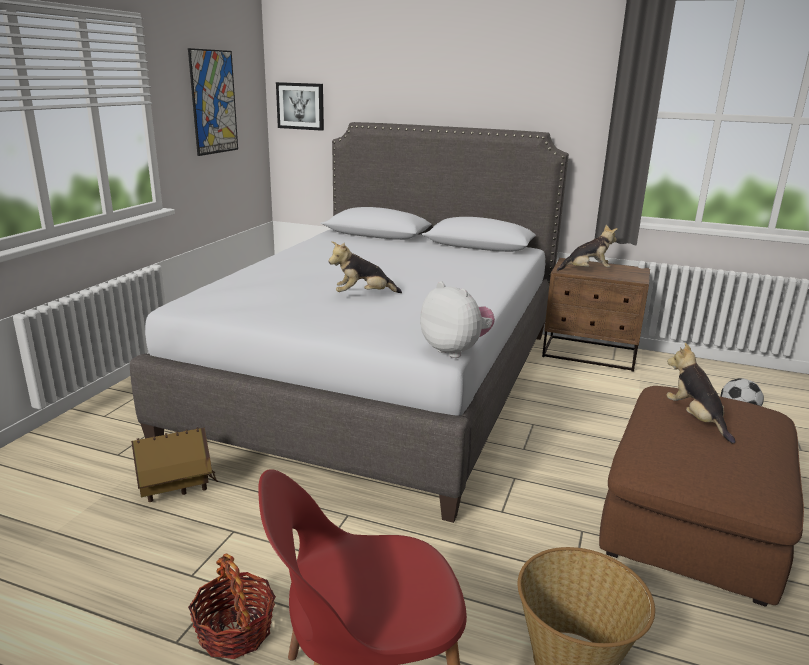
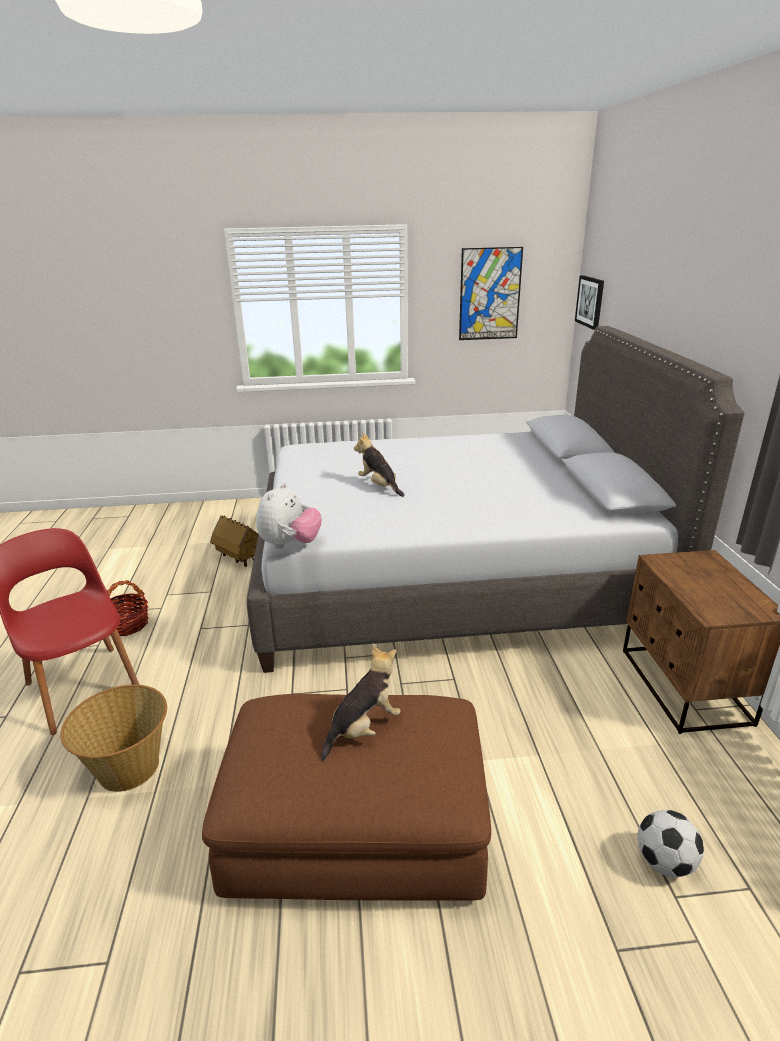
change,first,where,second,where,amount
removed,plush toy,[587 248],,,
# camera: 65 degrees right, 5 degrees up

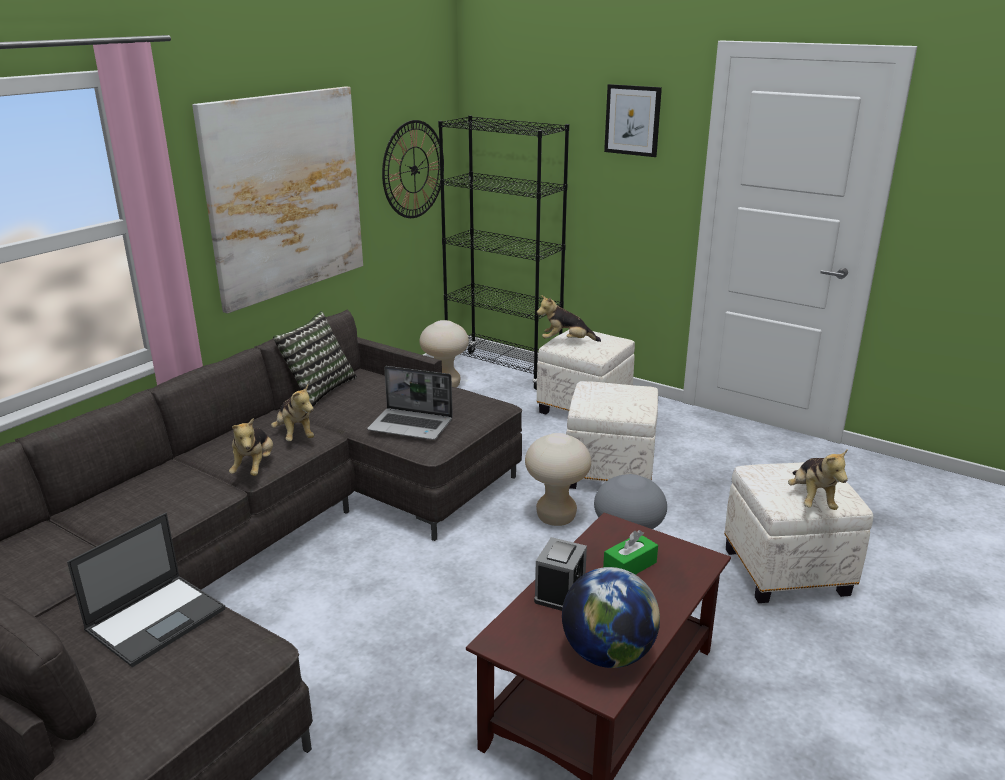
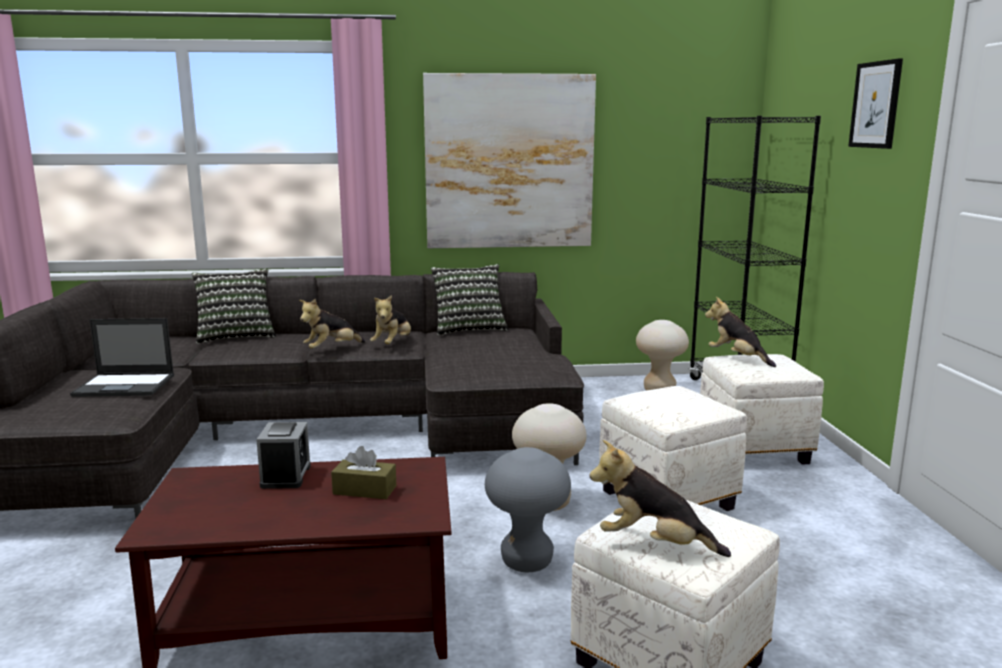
change,first,where,second,where,amount
removed,laptop,[410 403],,,
removed,wall clock,[413 169],,,
removed,globe,[611 617],,,
added,,,pillow,[234 306],
recoloured,tissue box in green,[630 552],tissue box in brown,[363 472],
turned,alarm clock,[560 574],,[283 455],75 degrees counterclockwise
turned,plush toy,[818 479],,[660 498],60 degrees clockwise
# camera: 50 degrees right, 10 degrees down

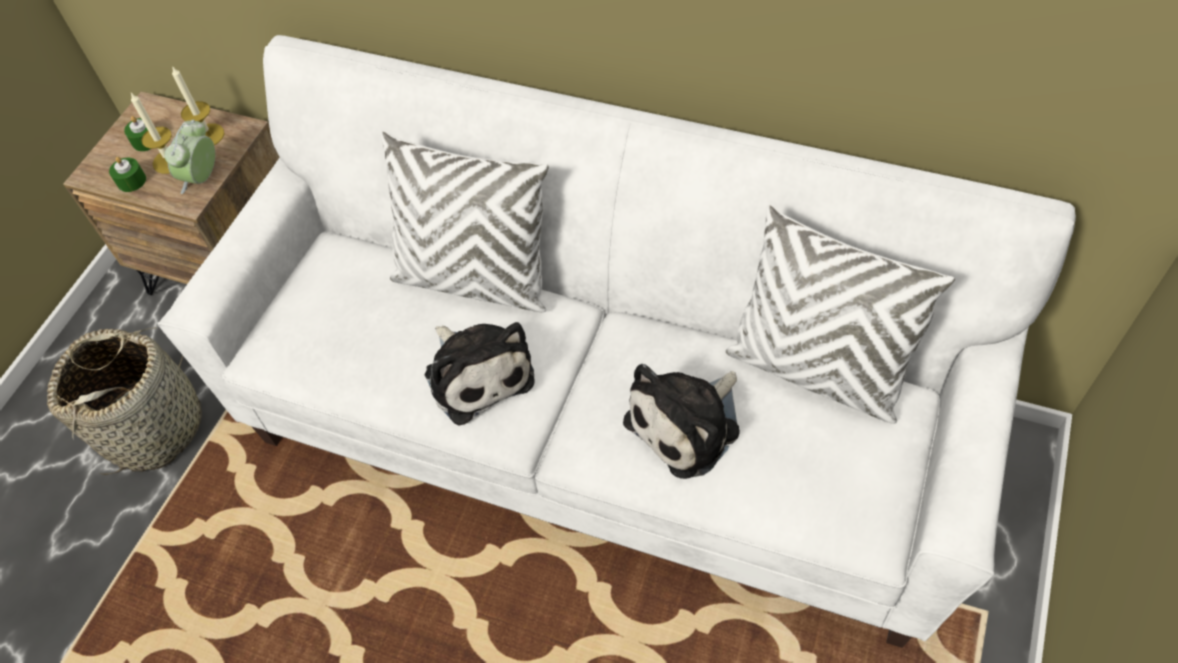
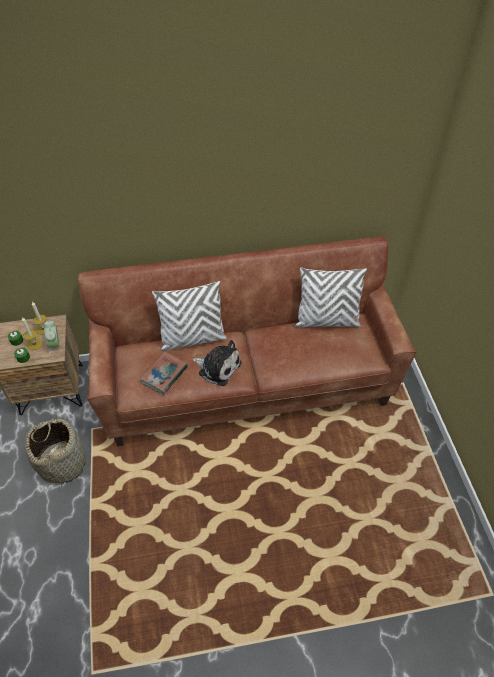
change,first,where,second,where,amount
removed,plush toy,[681 421],,,
added,,,book,[164 373],
recoloured,sofa in white,[616 341],sofa in brown,[247 341],
# camera: 35 degrees left, 5 degrees down

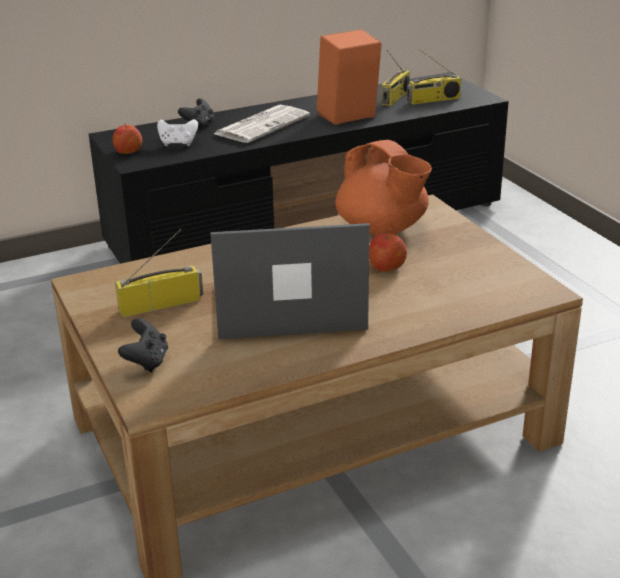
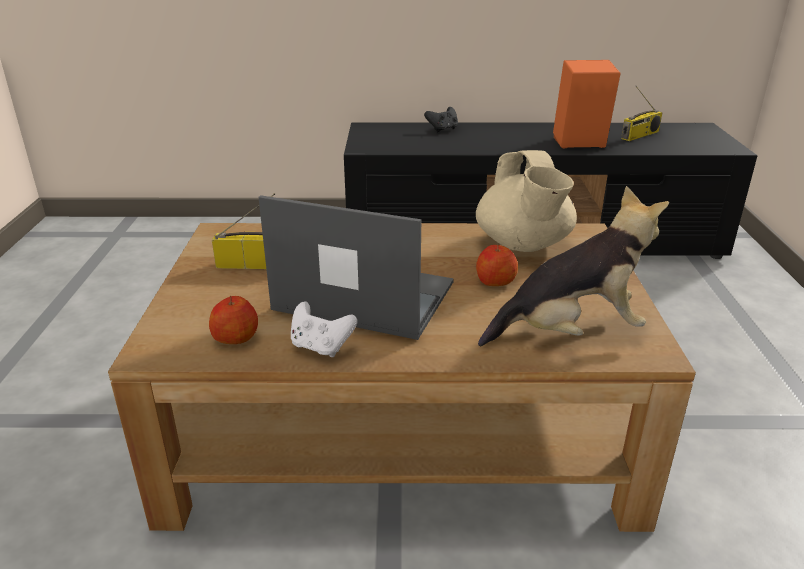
change,first,where,second,where,amount
removed,game controller in black,[143 345],,,
removed,newspaper,[262 124],,,
removed,radio,[434 77],,,
added,,,plush toy,[573 266],
moved,apple,[127 139],,[233 320],
moved,game controller in white,[177 132],,[324 329],
recoloured,teapot in orange,[383 188],teapot in beige,[526 201],
# camera: 25 degrees right, 0 degrees up

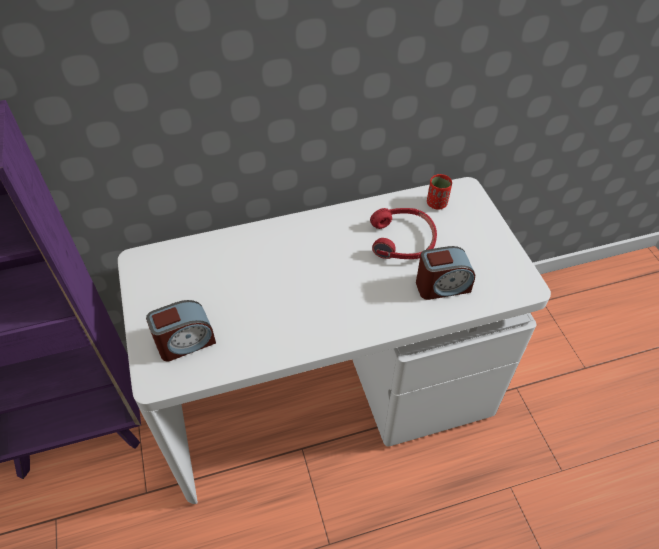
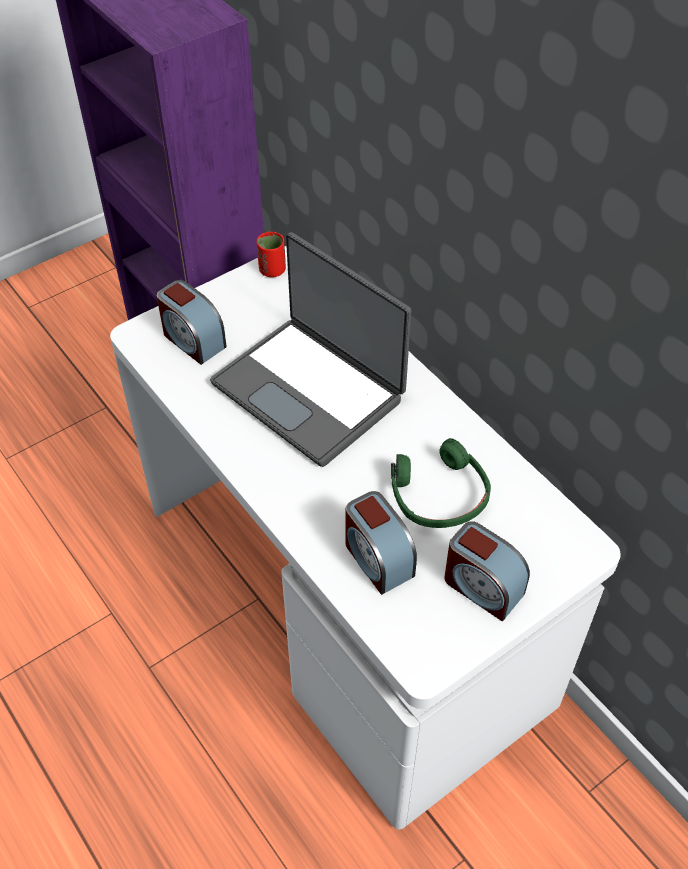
change,first,where,second,where,amount
added,,,laptop,[310 349],
added,,,alarm clock,[487 571],
moved,cup in red,[439 192],,[271 254],
recoloured,headphones in red,[403 233],headphones in green,[441 483],
# camera: 70 degrees right, 0 degrees up

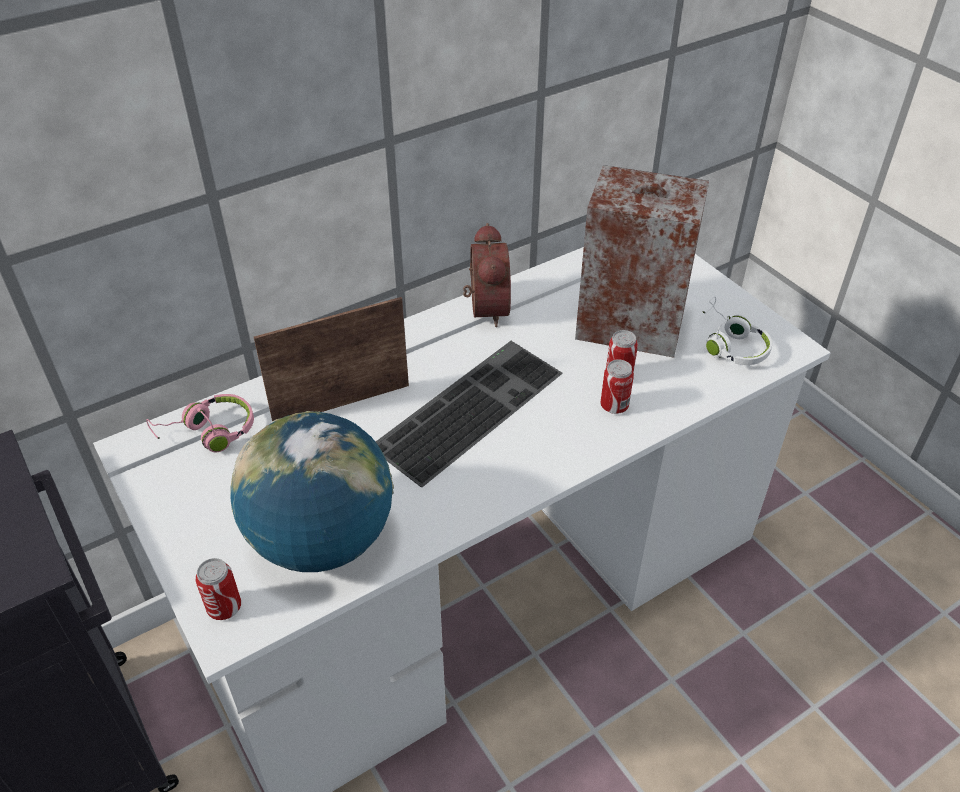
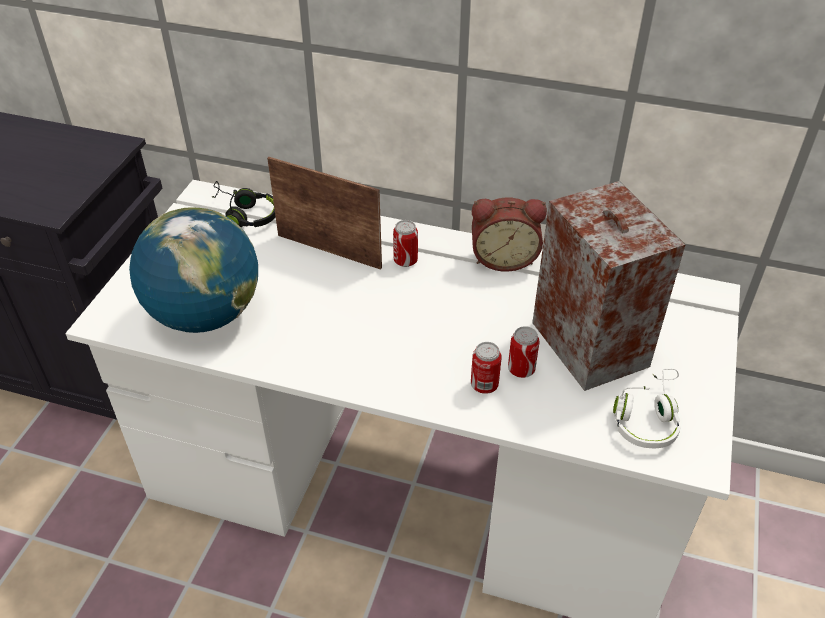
change,first,where,second,where,amount
removed,keyboard,[469 414],,,
moved,can,[218 589],,[405 243],
recoloured,headphones in pink,[200 423],headphones in black,[244 204],
turned,alarm clock,[487 275],,[509 235],45 degrees clockwise
# camera: 50 degrees right, 0 degrees up

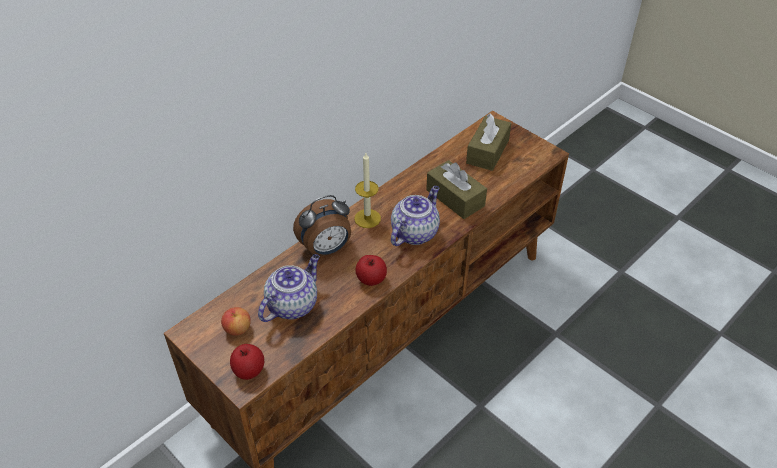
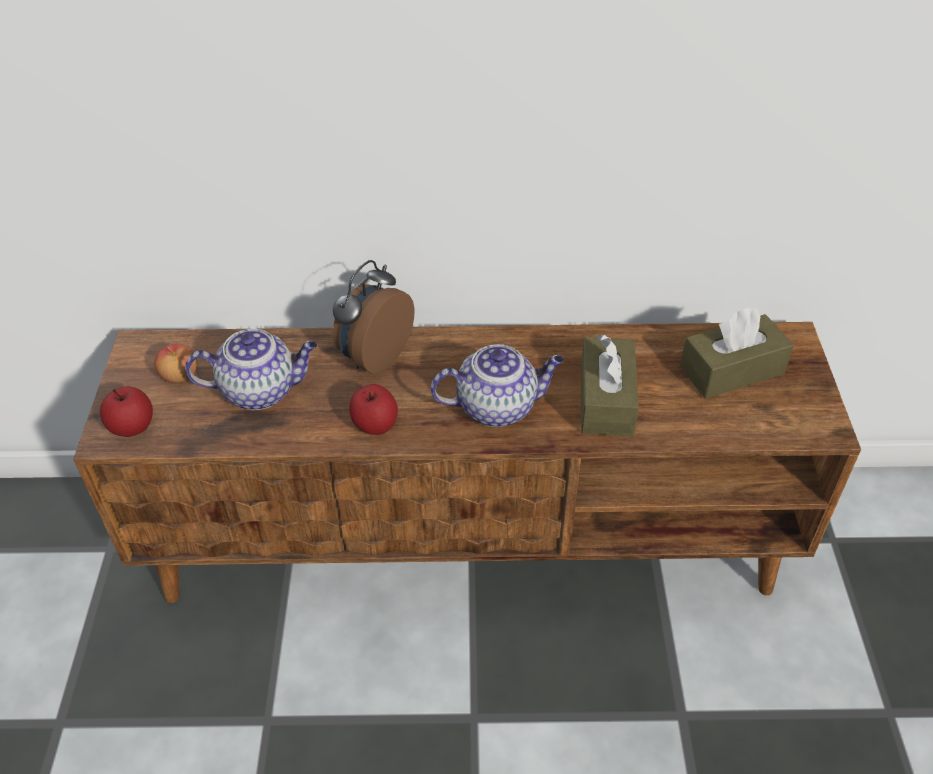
change,first,where,second,where,amount
removed,candle,[367 190],,,
turned,alarm clock,[322 225],,[374 316],105 degrees clockwise
# camera: 45 degrees right, 0 degrees up

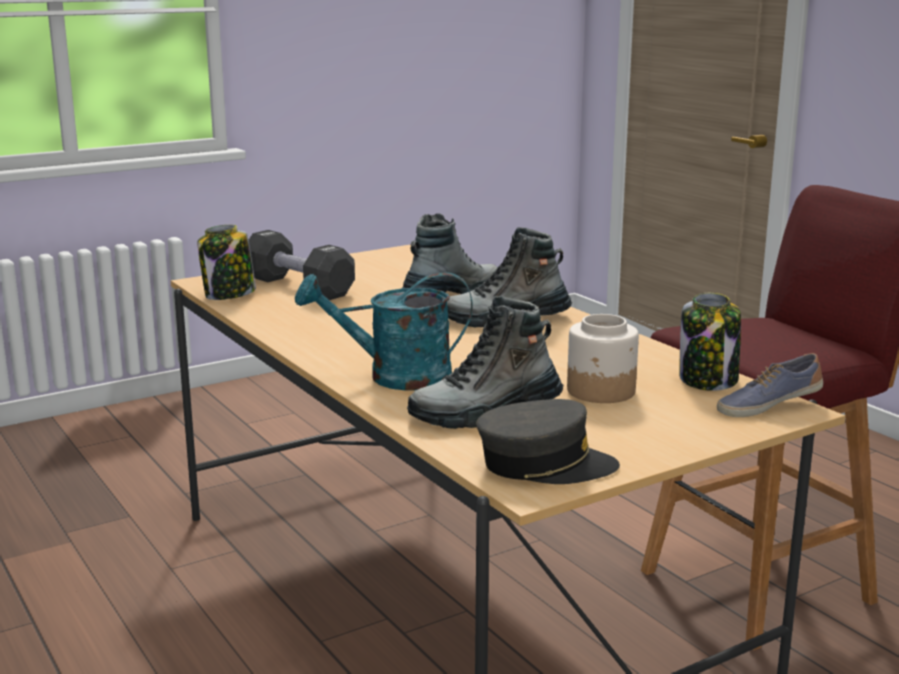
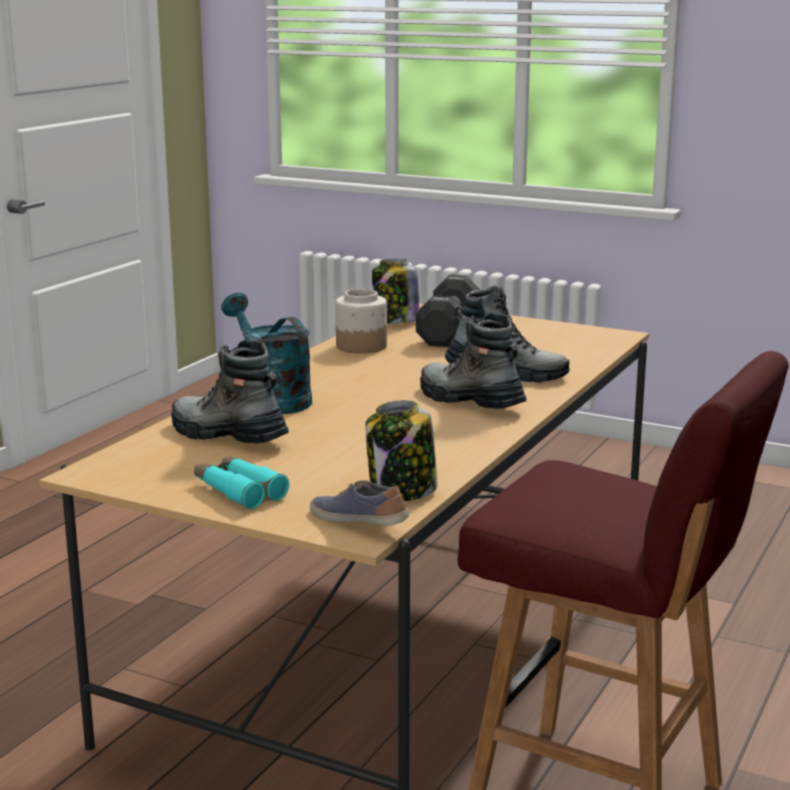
change,first,where,second,where,amount
removed,cap in grey,[548 441],,,
added,,,binoculars in turquoise,[241 482],
moved,jar,[603 358],,[361 321],
# camera: 60 degrees right, 0 degrees up

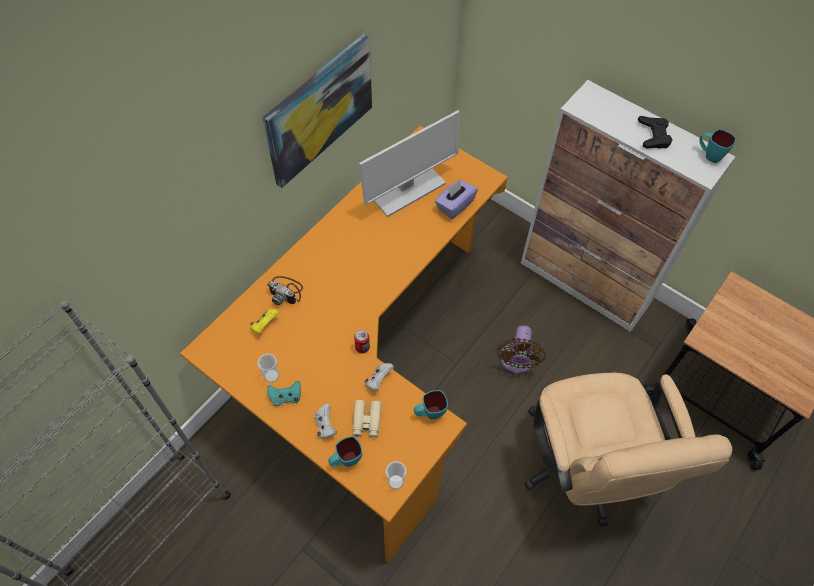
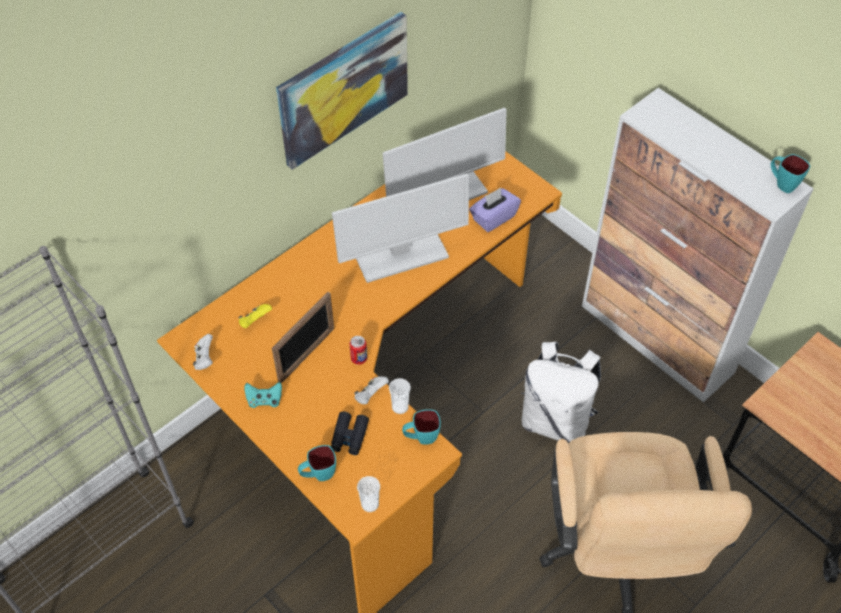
change,first,where,second,where,amount
removed,photo camera,[285 290],,,
removed,game controller in black,[655 132],,,
added,,,picture frame,[303 337],
added,,,monitor,[400 228],
moved,cup,[268 368],,[400 396],
moved,game controller in white,[325 421],,[203 352],
replaced,fan in brown,[521 349],backpack in white,[561 392],
recoloured,binoculars in beige,[367 419],binoculars in black,[350 433],
# camera: 10 degrees right, 5 degrees down

